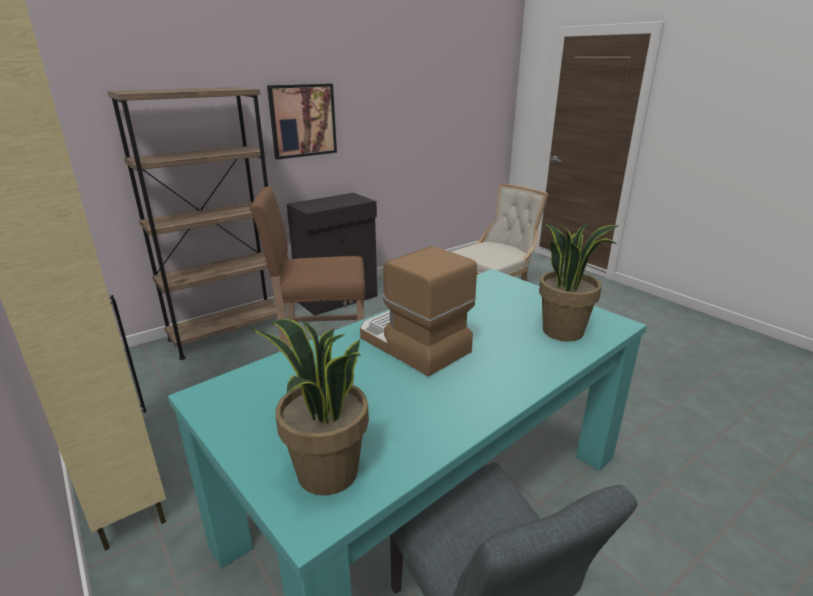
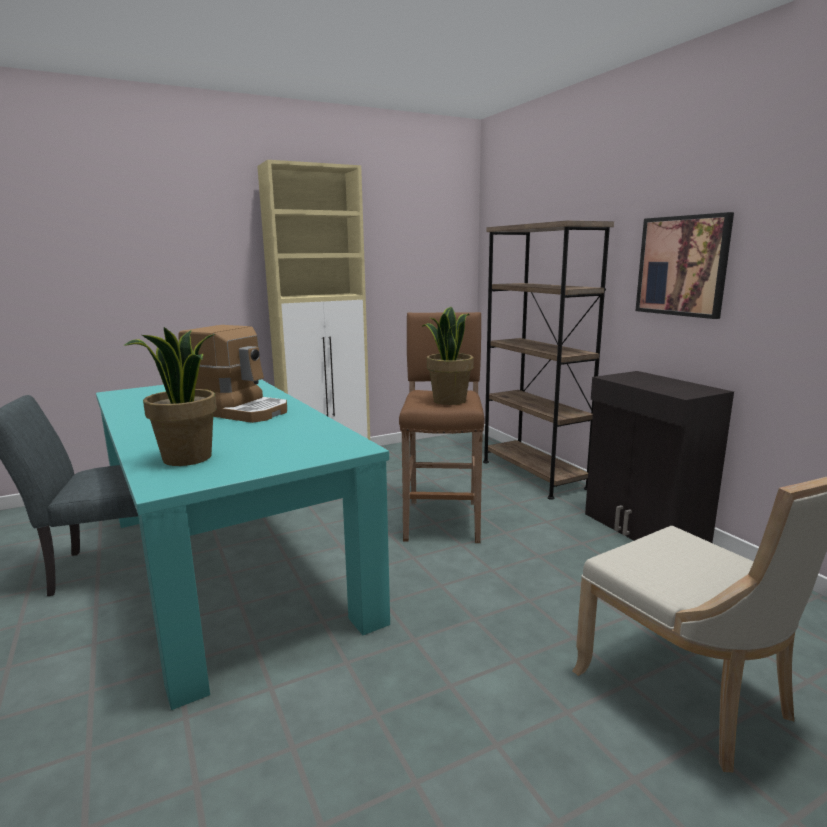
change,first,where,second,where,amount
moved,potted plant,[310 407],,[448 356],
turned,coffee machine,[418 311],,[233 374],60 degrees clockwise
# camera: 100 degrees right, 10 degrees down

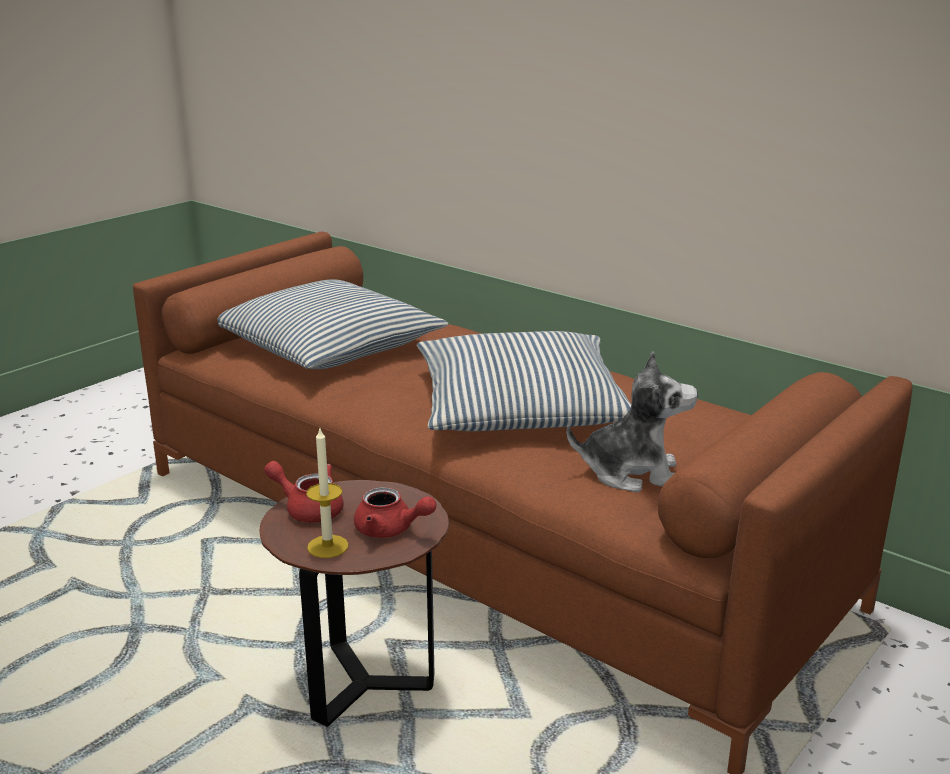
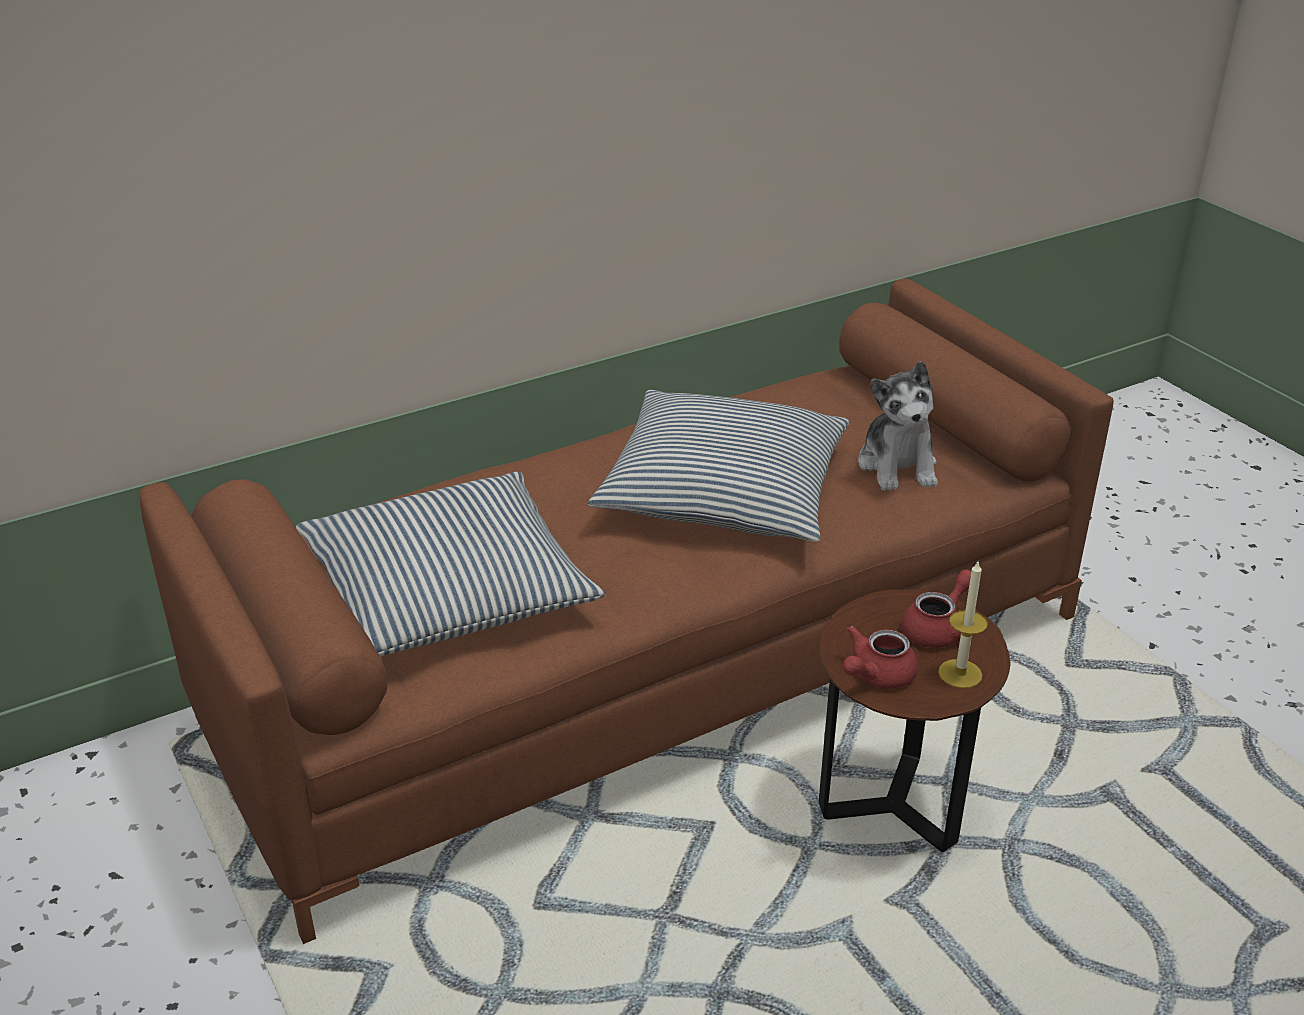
change,first,where,second,where,amount
turned,plush toy,[632 421],,[898 426],150 degrees clockwise
# camera: 70 degrees left, 10 degrees up

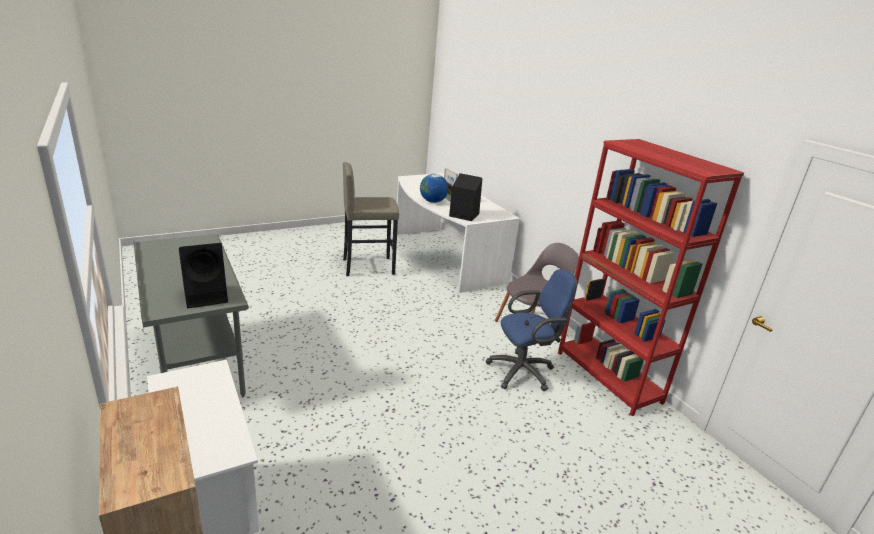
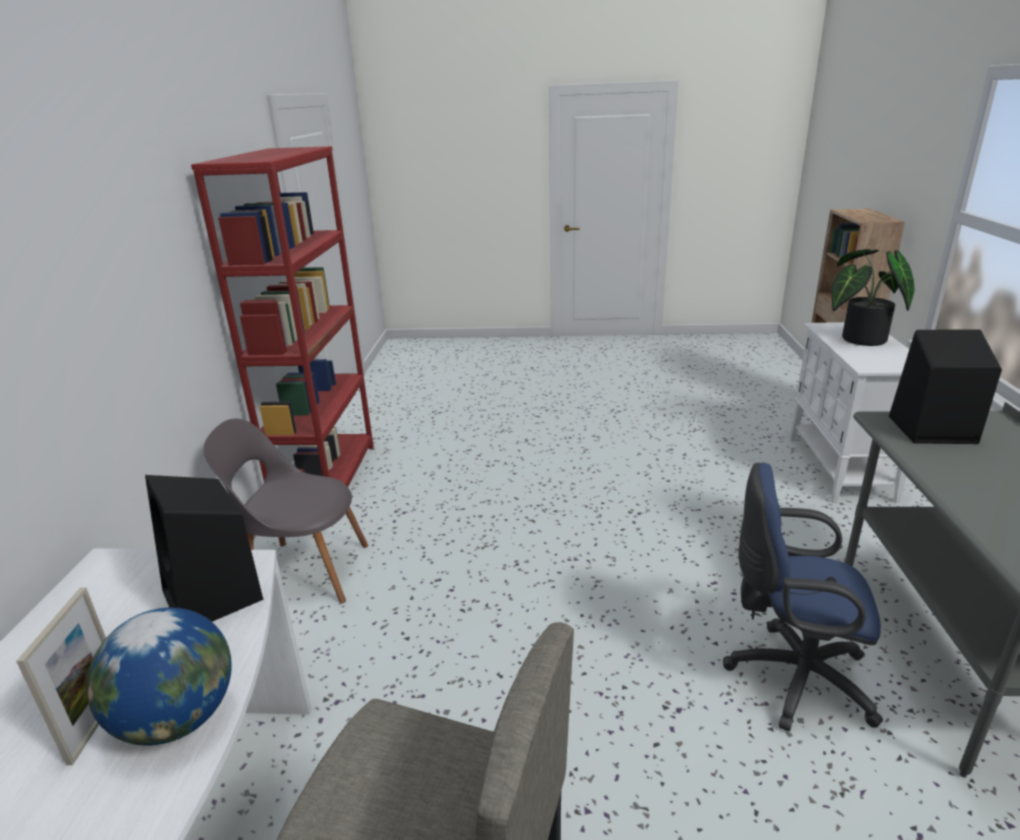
change,first,where,second,where,amount
added,,,potted plant,[873 297],
moved,office chair in blue,[531 330],,[803 596],
# camera: 145 degrees left, 0 degrees up

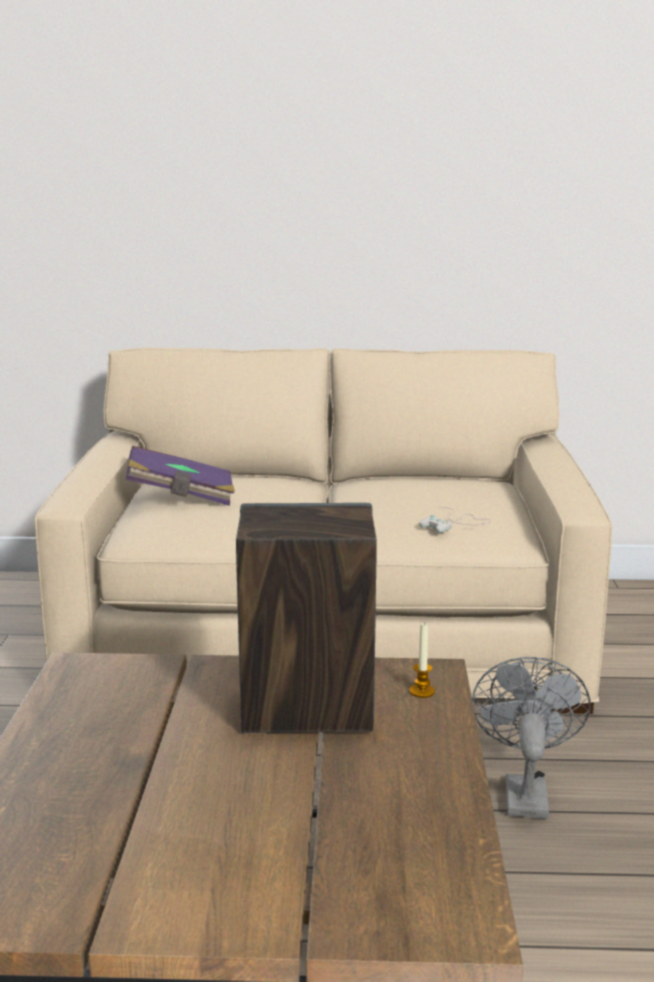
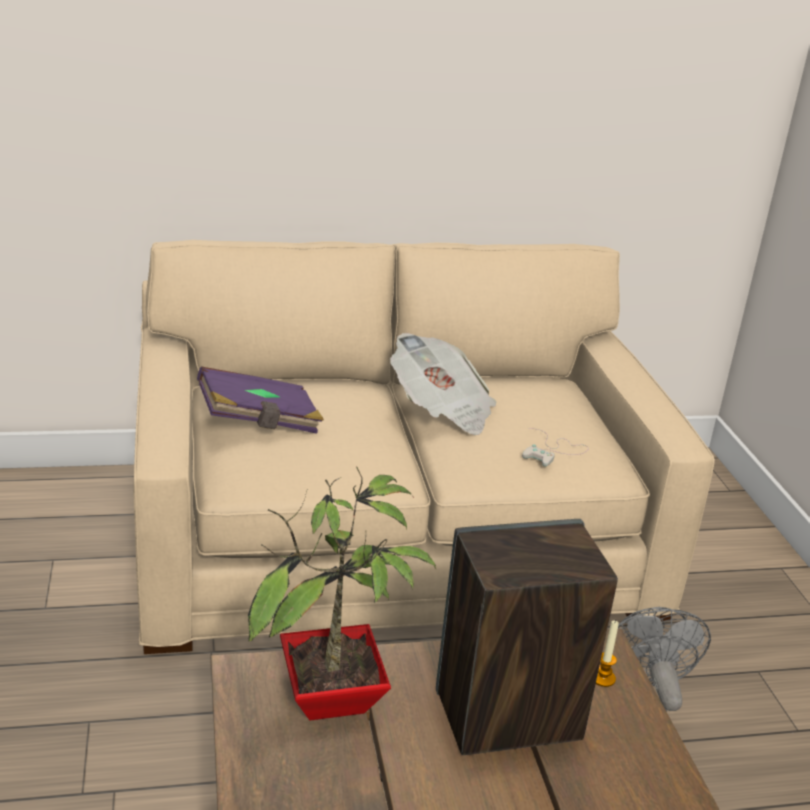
change,first,where,second,where,amount
added,,,potted plant,[342 593],
added,,,newspaper,[443 384],
# camera: 15 degrees left, 10 degrees up

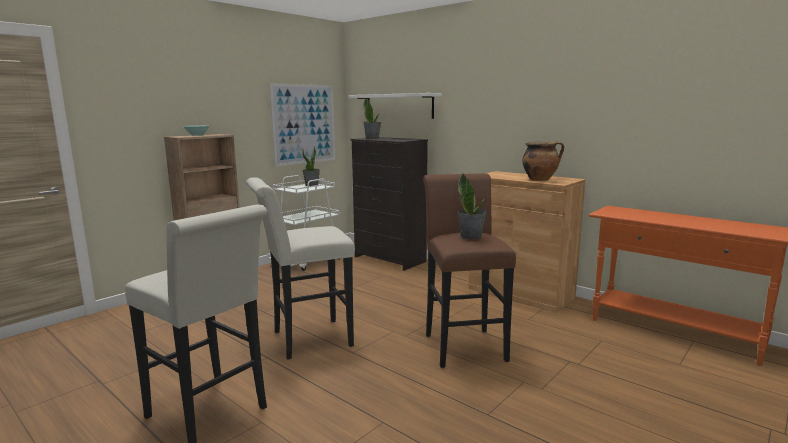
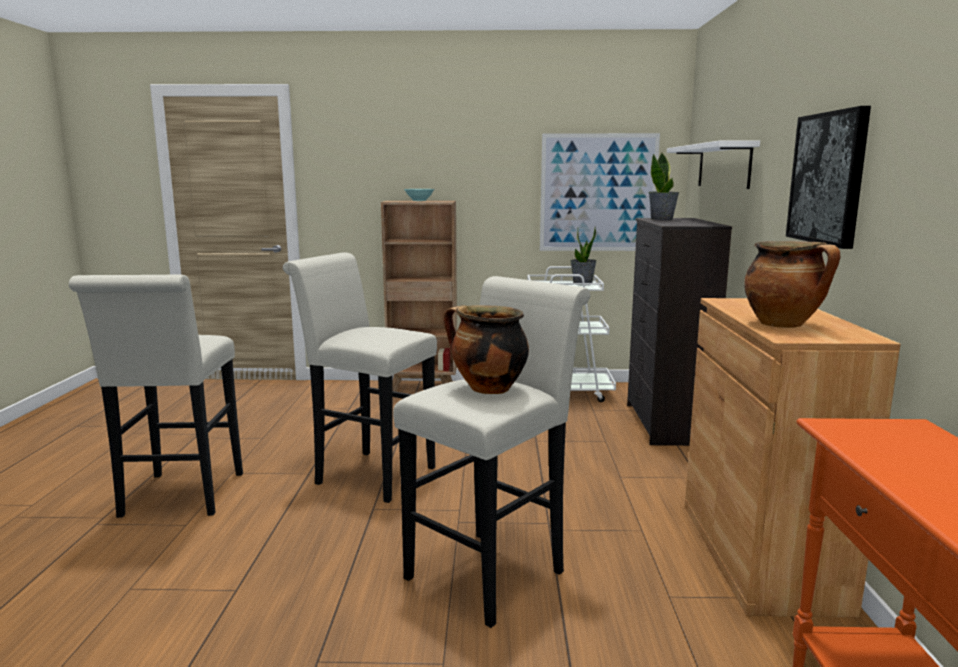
change,first,where,second,where,amount
added,,,picture,[828 177],
replaced,potted plant,[472 206],cooking pot,[486 349],
recoloured,stool in brown,[469 270],stool in white,[491 452],
# camera: 50 degrees right, 0 degrees up

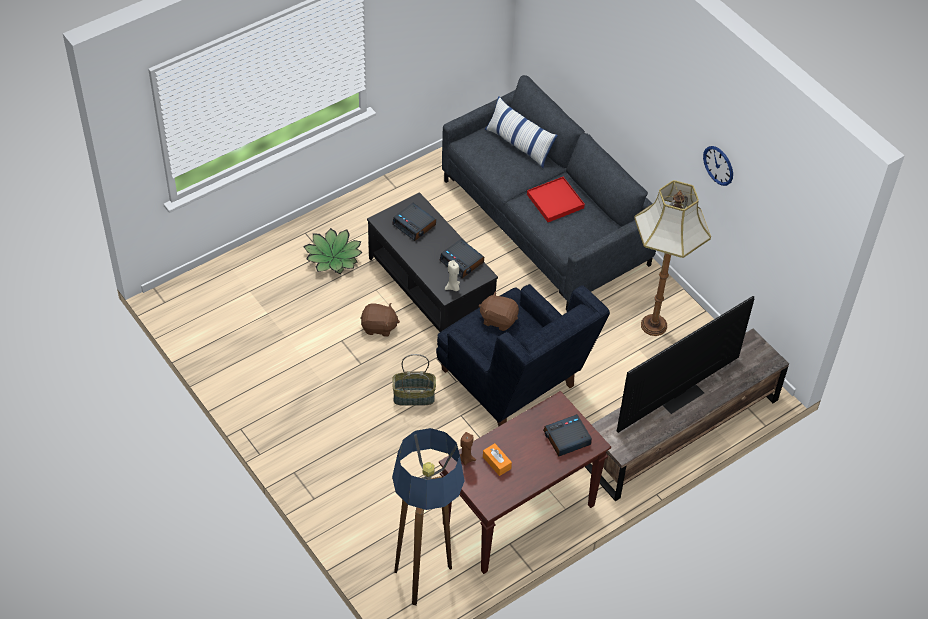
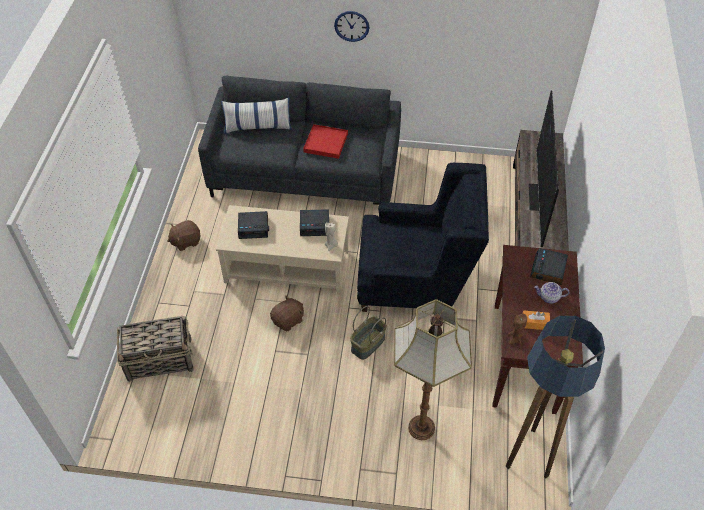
change,first,where,second,where,amount
removed,potted plant,[332 251],,,
added,,,basket,[155 349],
added,,,teapot,[551 293],
moved,plush toy in brown,[499 311],,[184 235],
moved,floor lamp,[672 258],,[433 370],
moved,wall clock,[718 166],,[351 26],
recoloured,coffee table in black,[432 262],coffee table in beige,[282 250],
# camera: 45 degrees left, 0 degrees up

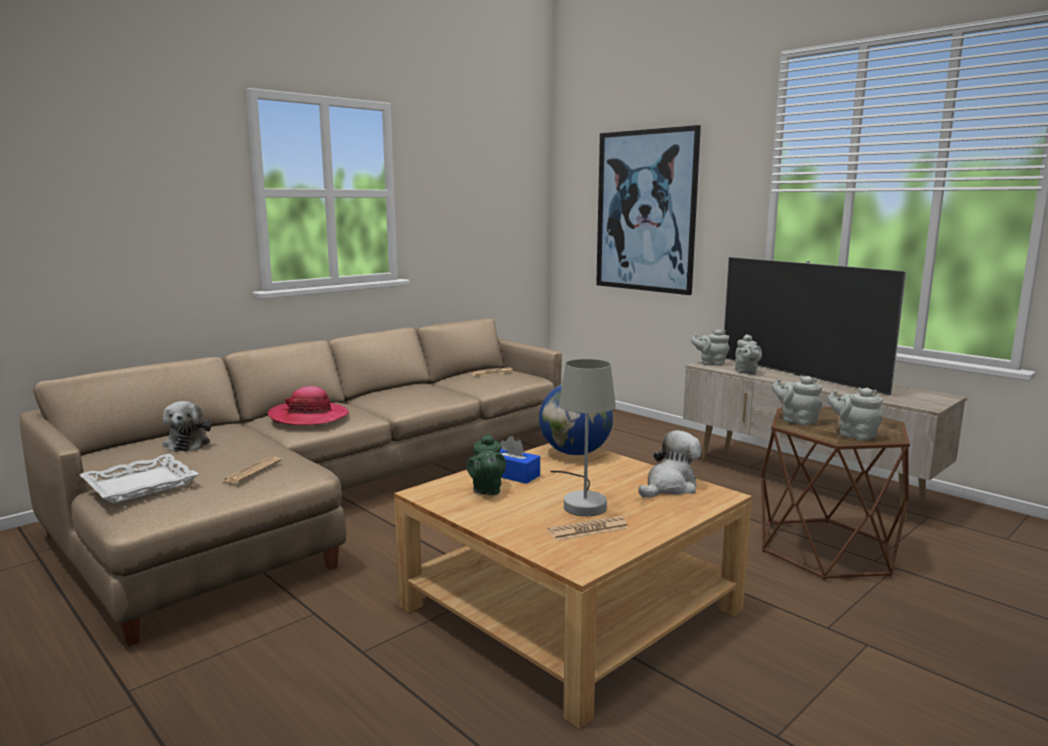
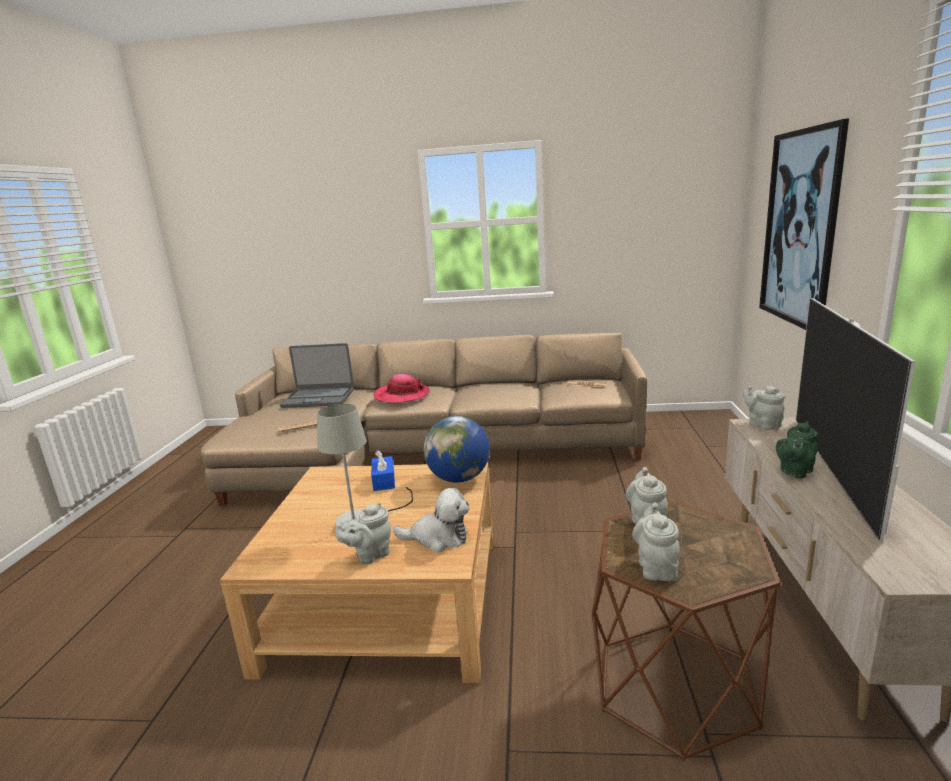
change,first,where,second,where,amount
removed,tray in white,[139 479],,,
removed,newspaper,[588 528],,,
moved,teapot in green,[486 464],,[797 449],
moved,teapot in grey,[748 354],,[363 533],
replaced,plush toy,[187 426],laptop,[317 375],
# camera: 50 degrees right, 5 degrees up

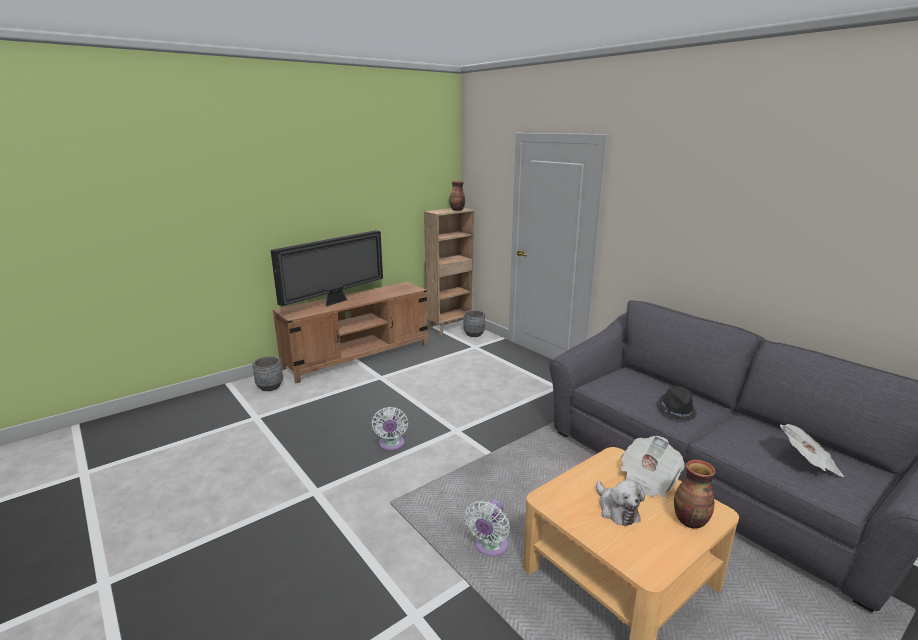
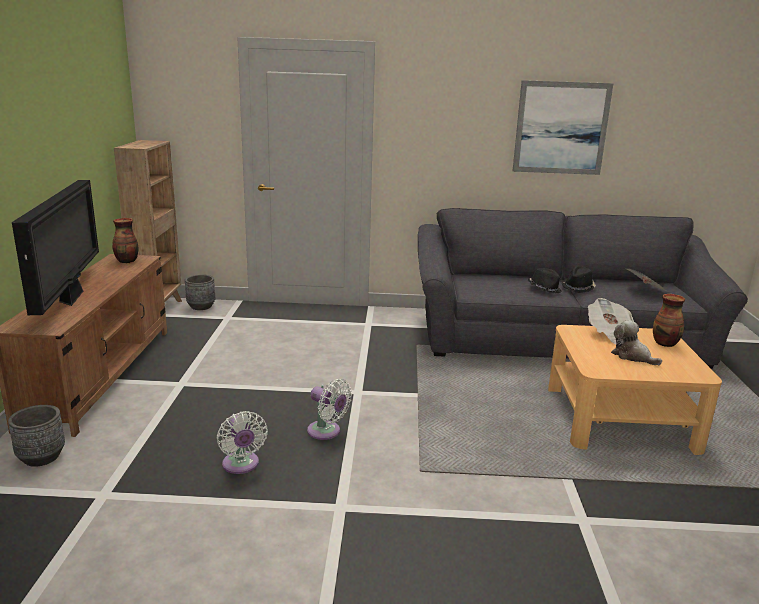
change,first,where,second,where,amount
added,,,picture,[563 127],
added,,,hat in black,[579 279],
moved,vase,[457 196],,[125 240],
moved,fan in white,[487 527],,[242 442],
turned,plush toy,[620 503],,[636 342],150 degrees counterclockwise
# camera: 50 degrees left, 0 degrees up

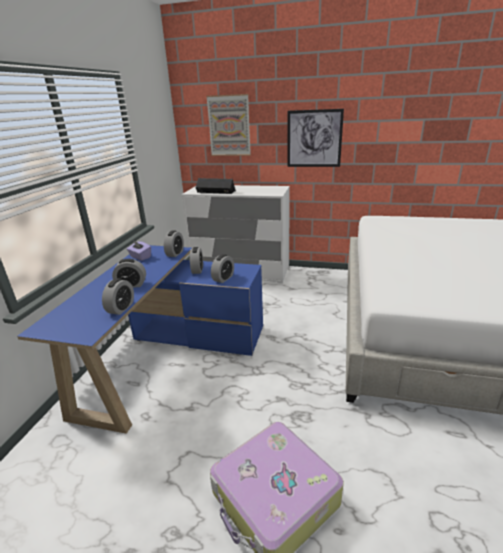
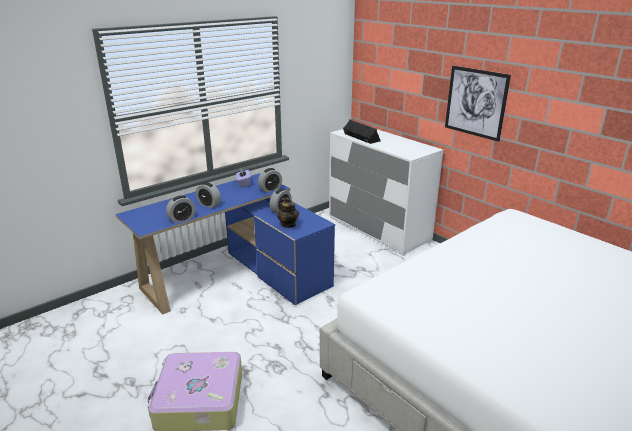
change,first,where,second,where,amount
removed,picture,[228 125],,,
replaced,alarm clock,[222 268],teapot,[288 212],
# camera: 35 degrees right, 0 degrees up

